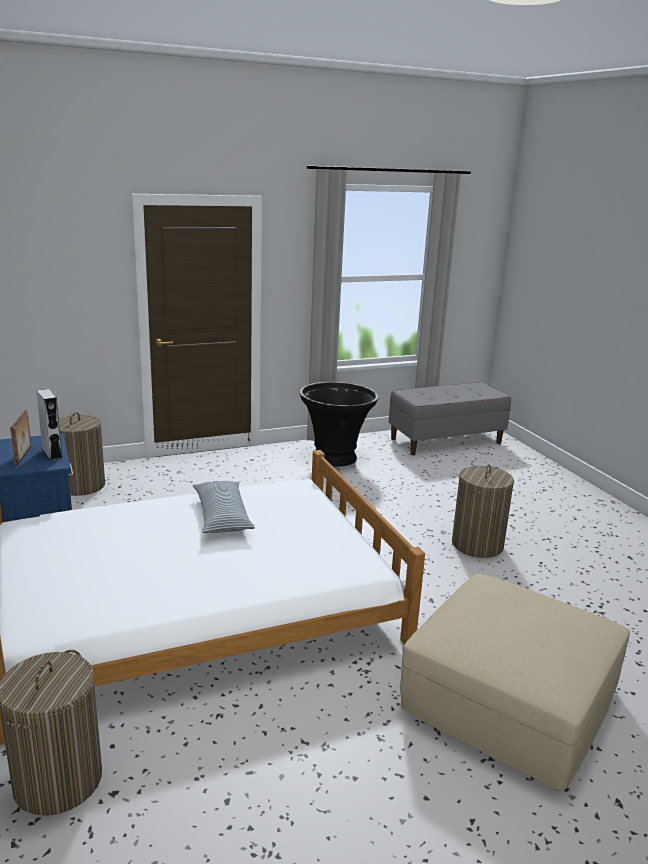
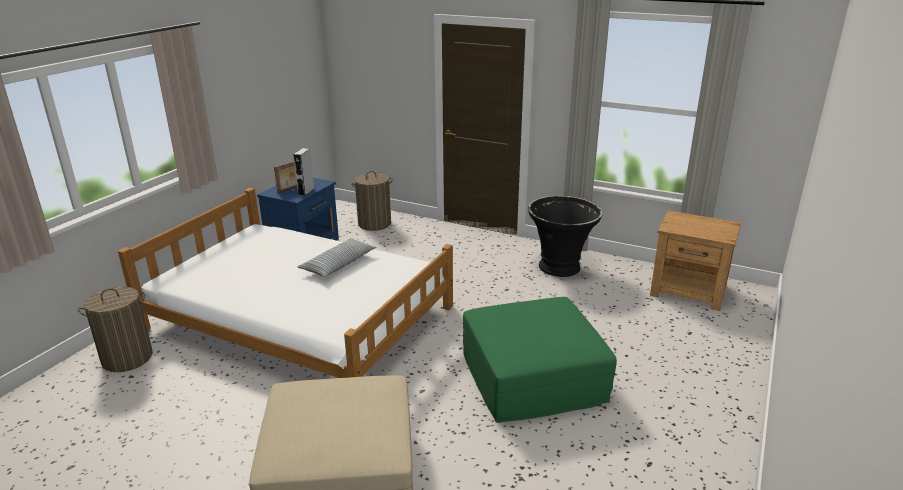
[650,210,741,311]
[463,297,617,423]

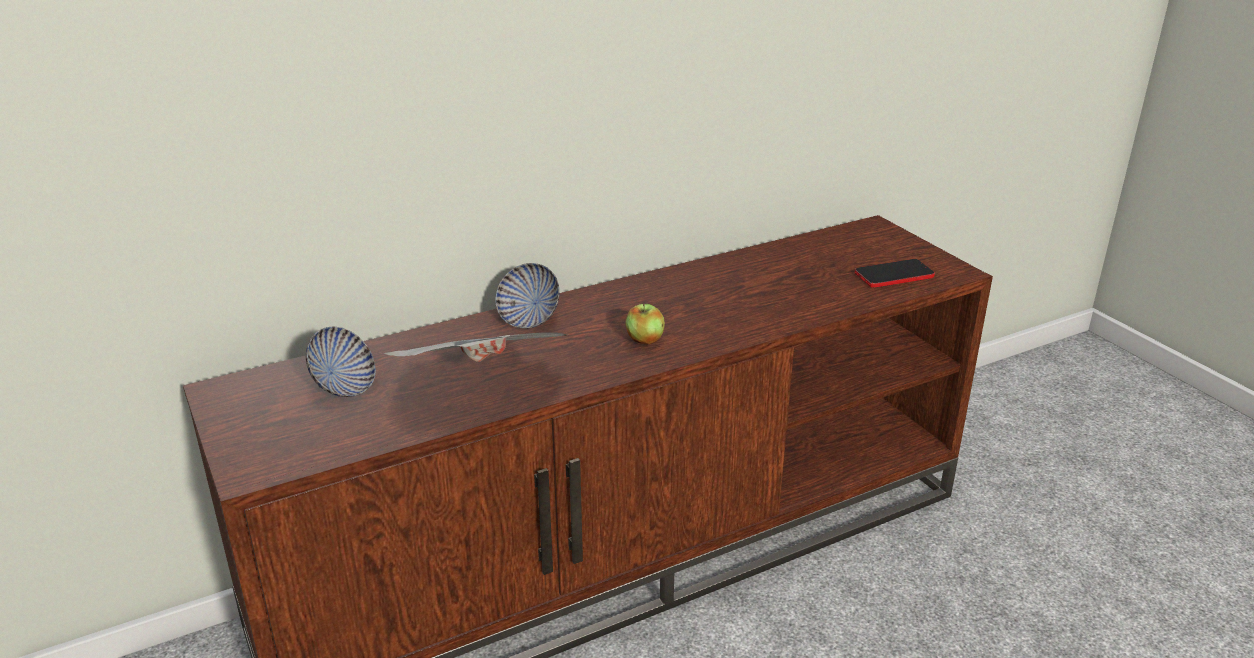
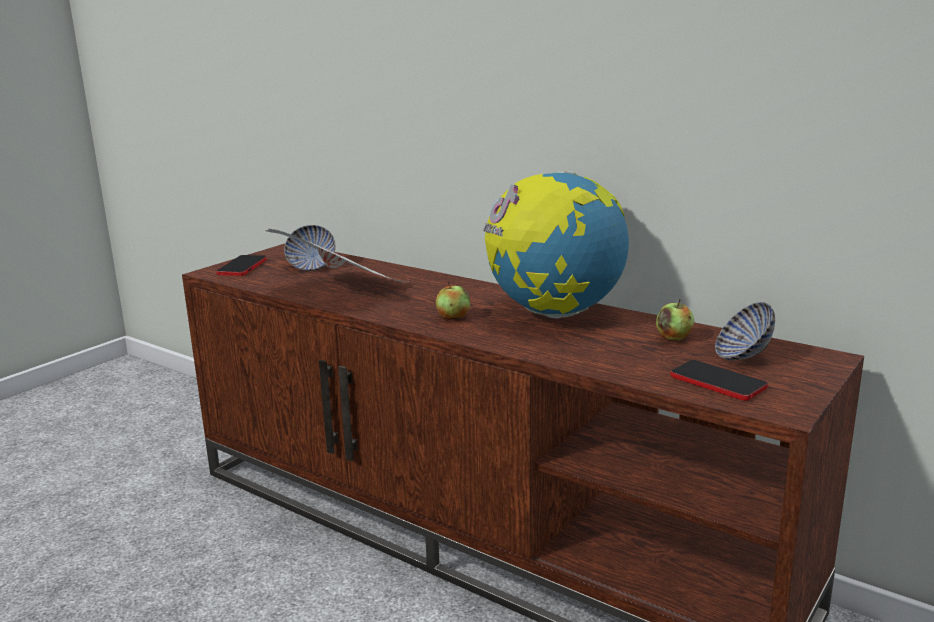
[217,255,266,276]
[483,170,629,319]
[656,299,694,341]
[715,302,775,361]

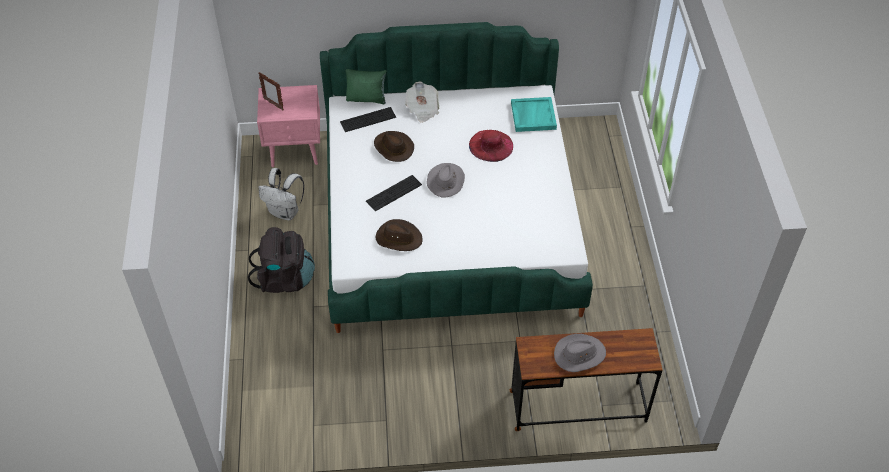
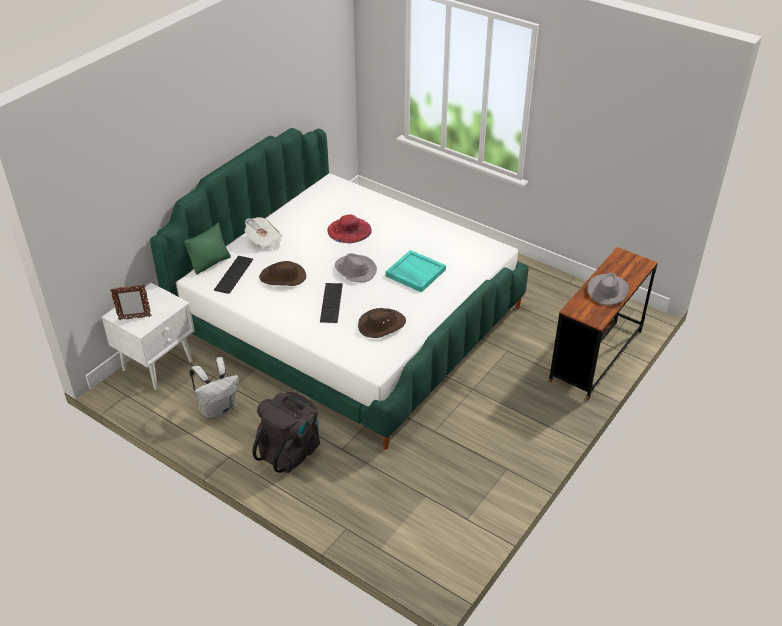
[385,250,446,293]
[102,283,195,390]

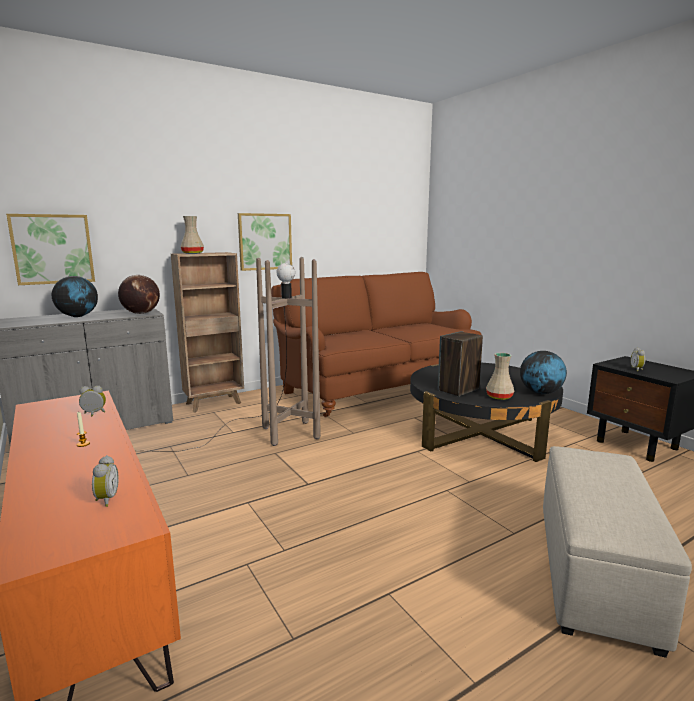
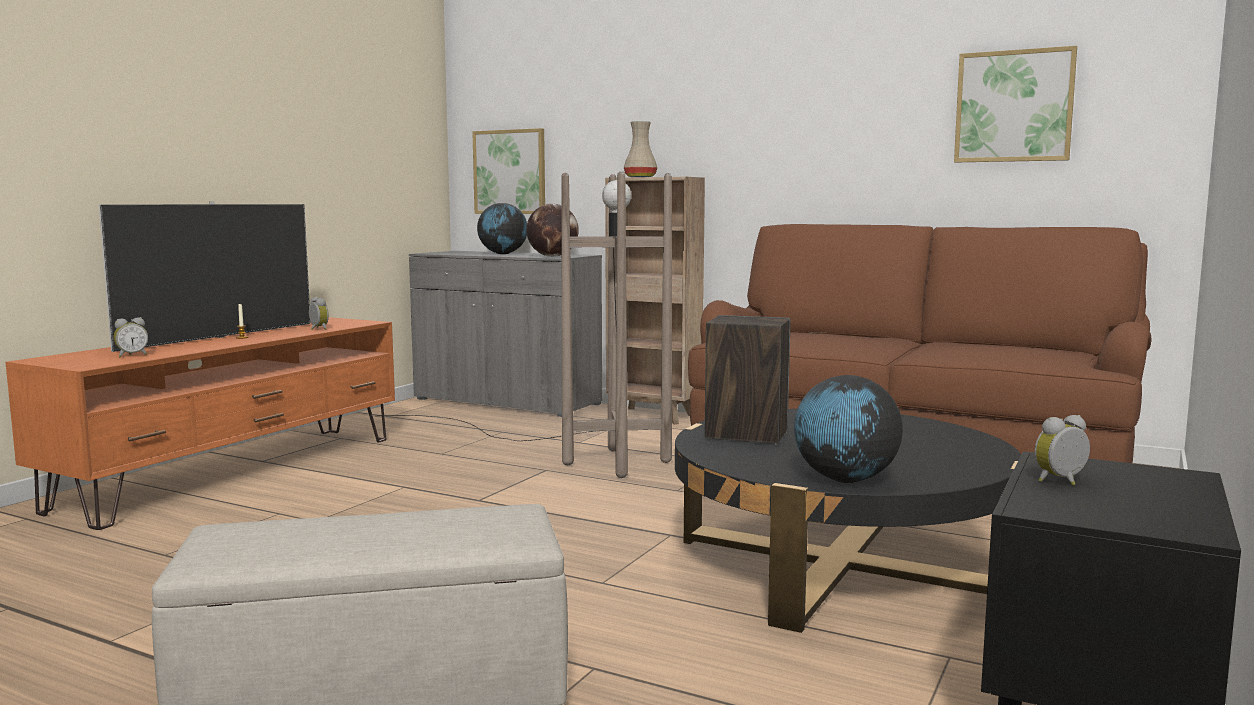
[486,353,514,400] (first image)
[99,201,311,352]
[954,46,1077,163]

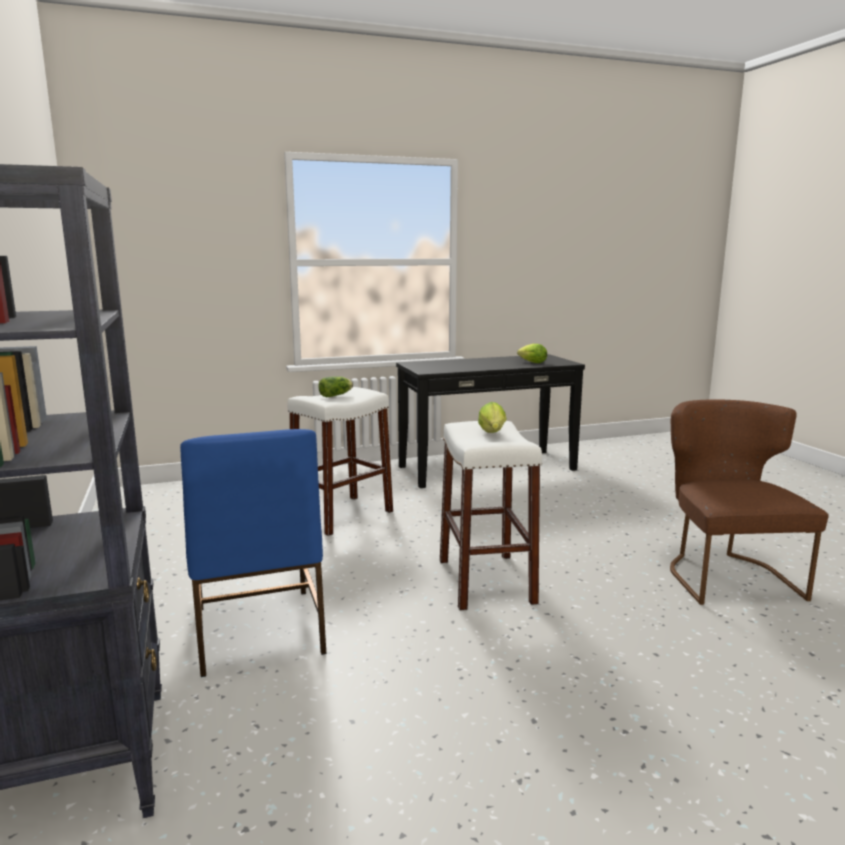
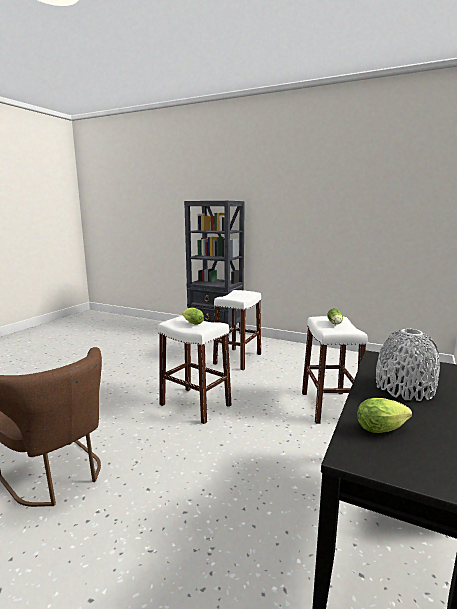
[376,328,440,401]
[213,290,261,370]

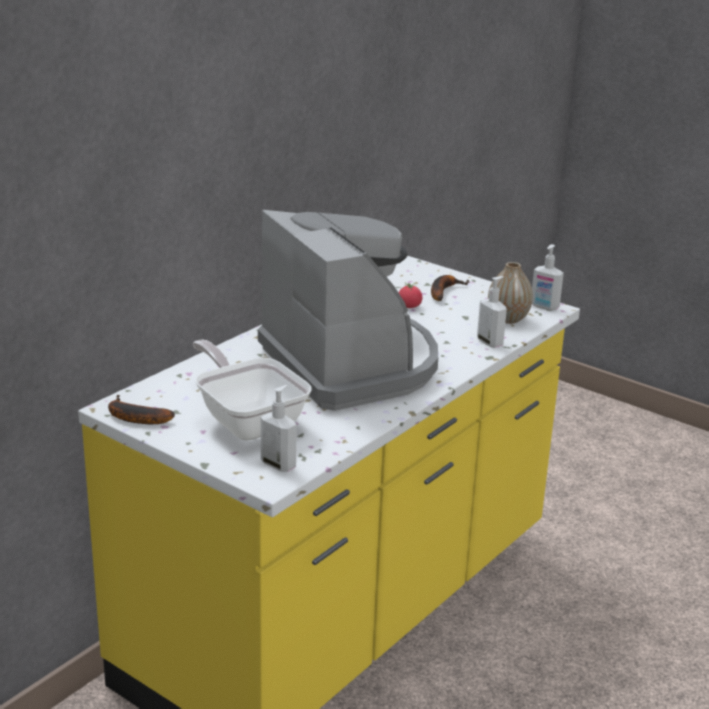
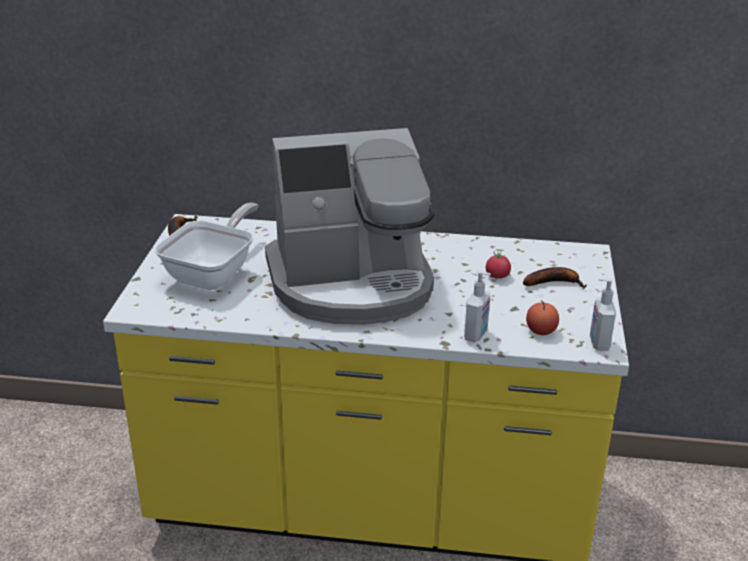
[261,385,297,472] (first image)
[526,300,559,335]
[265,128,434,325]

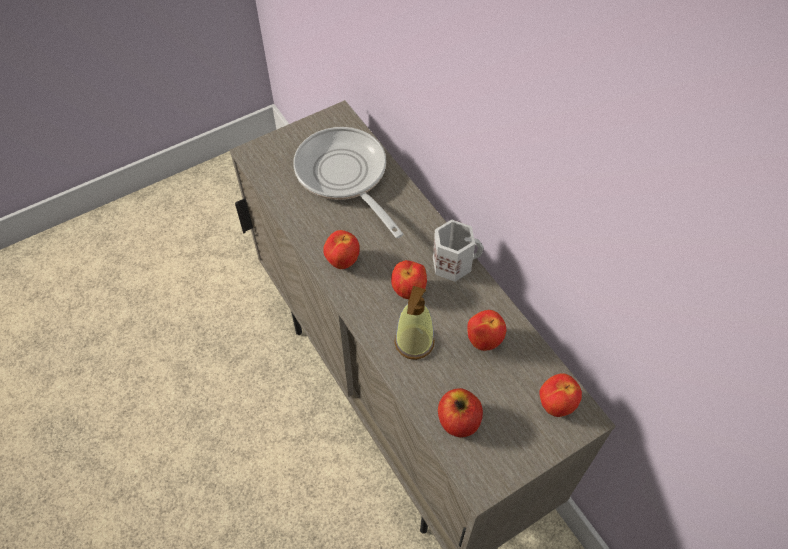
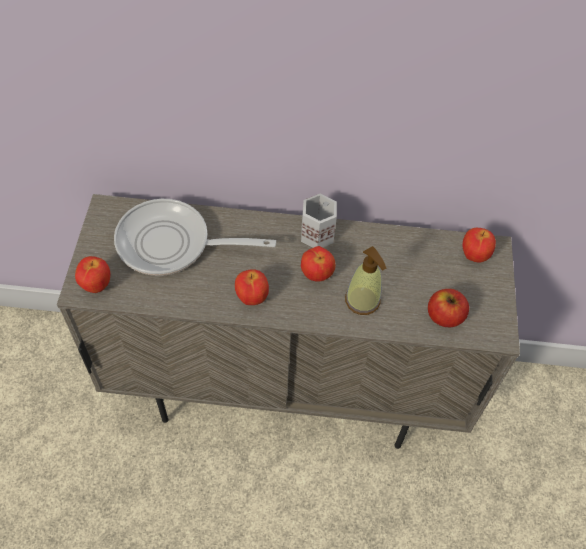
[75,256,110,293]

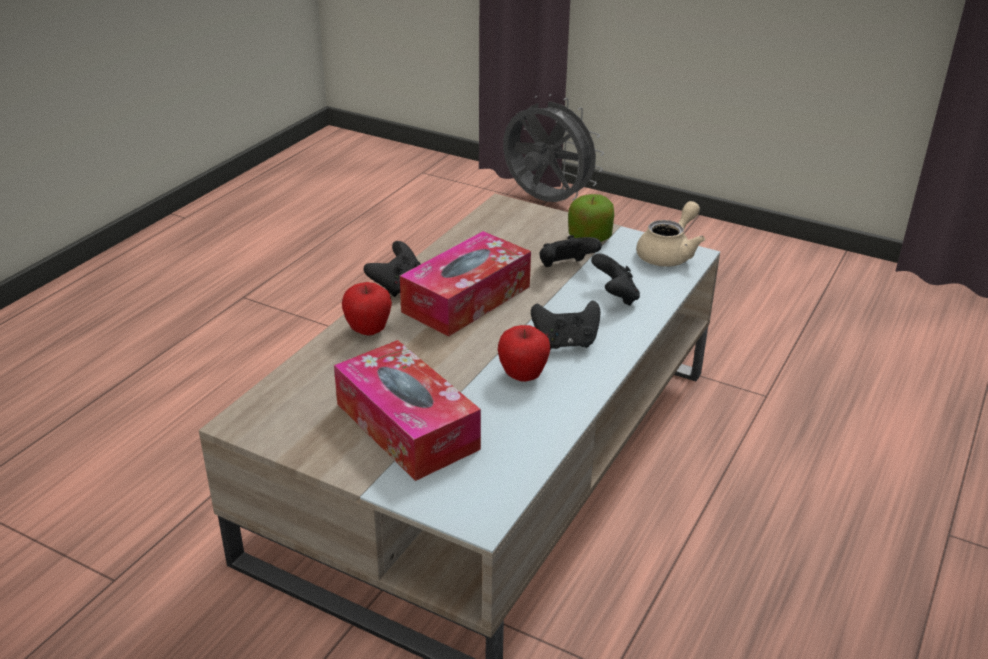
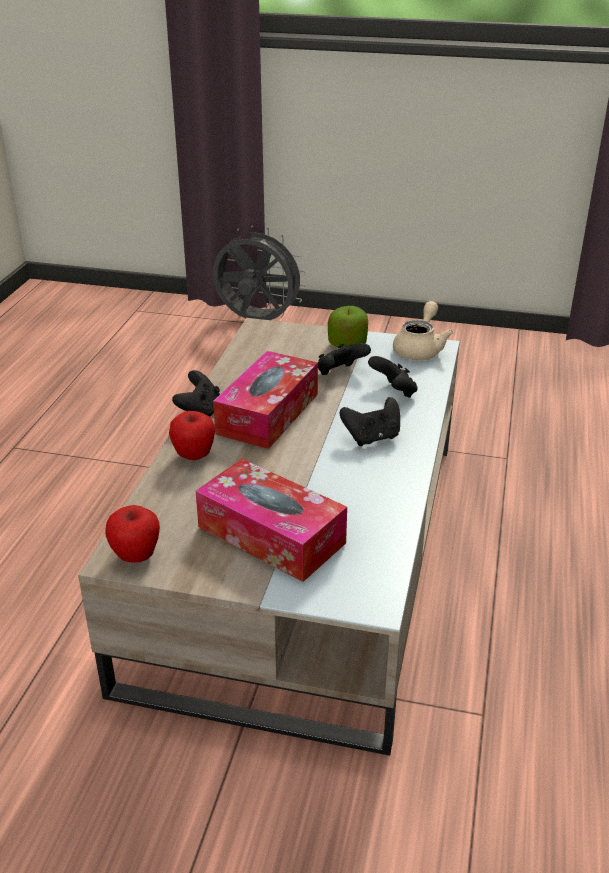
[105,505,160,563]

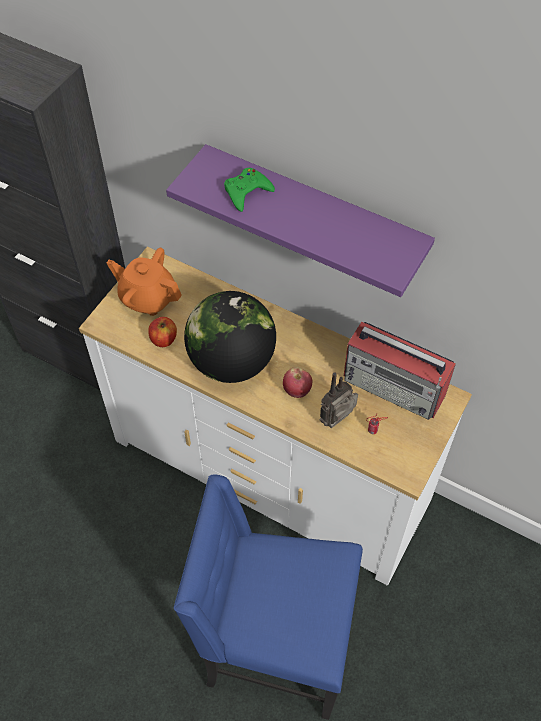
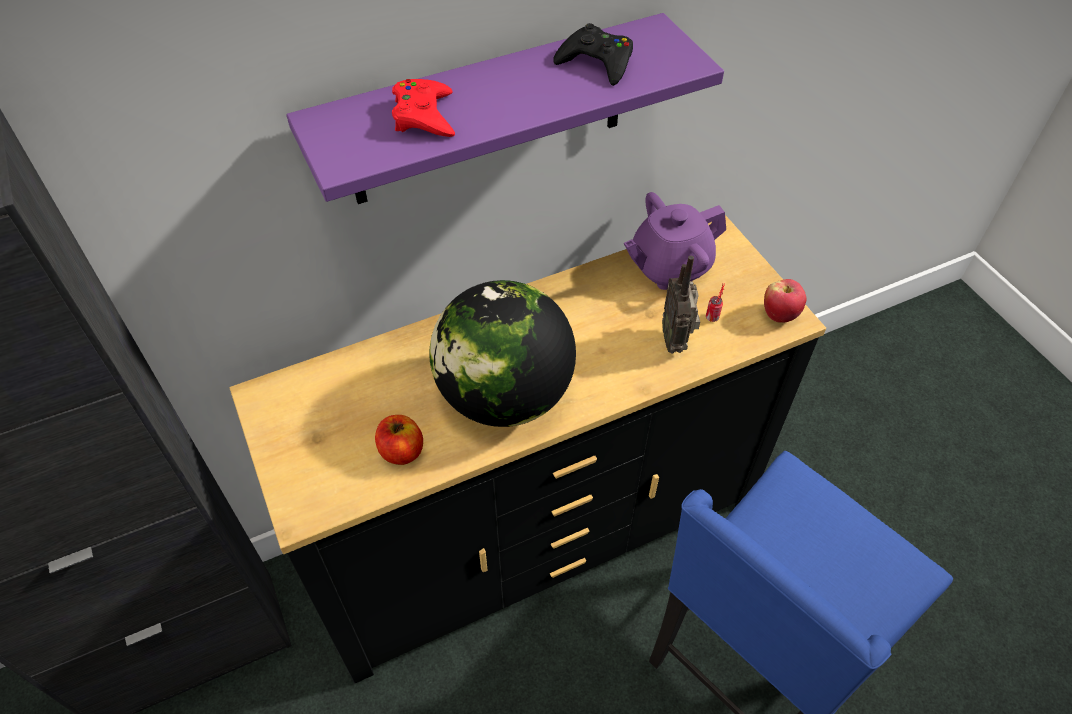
[107,248,182,316] (first image)
[554,23,633,86]
[764,279,806,323]
[624,192,726,290]
[230,215,826,683]
[392,79,455,137]

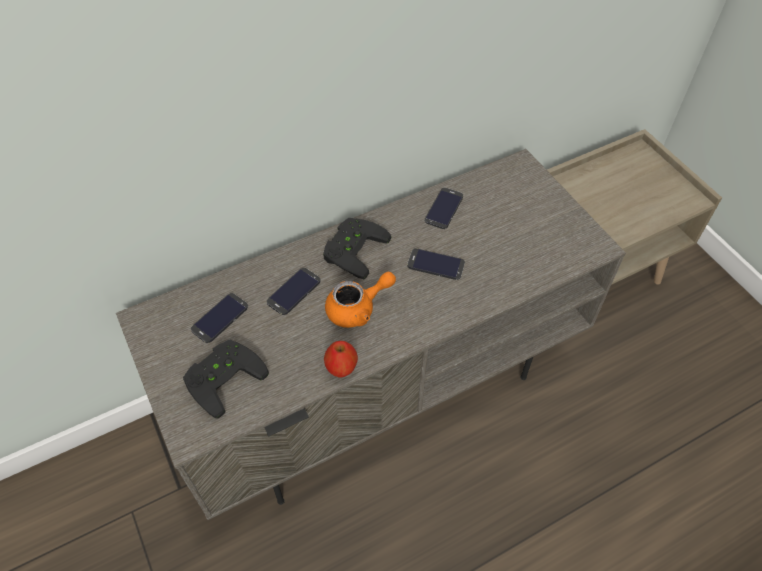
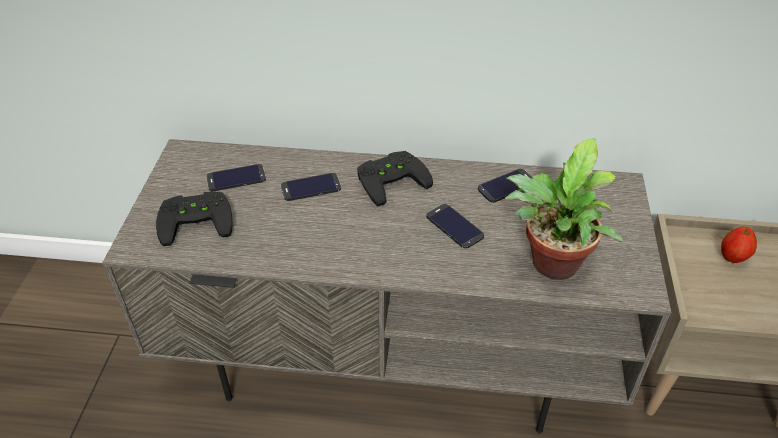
[325,272,396,328] (first image)
[505,138,623,280]
[721,227,757,263]

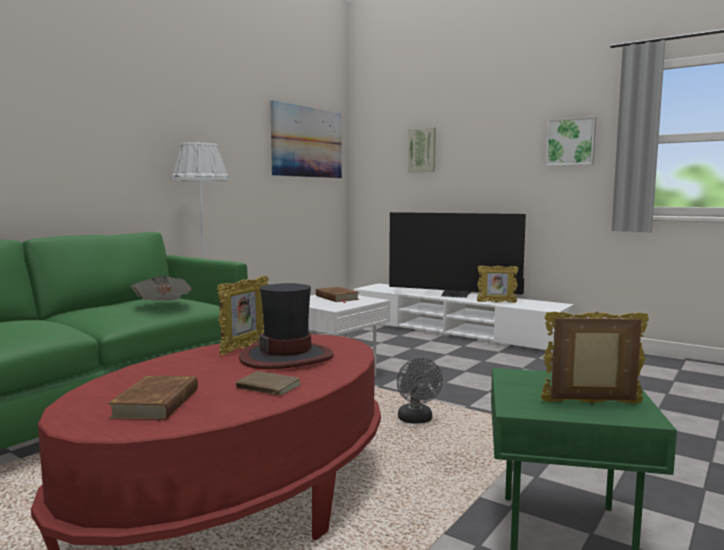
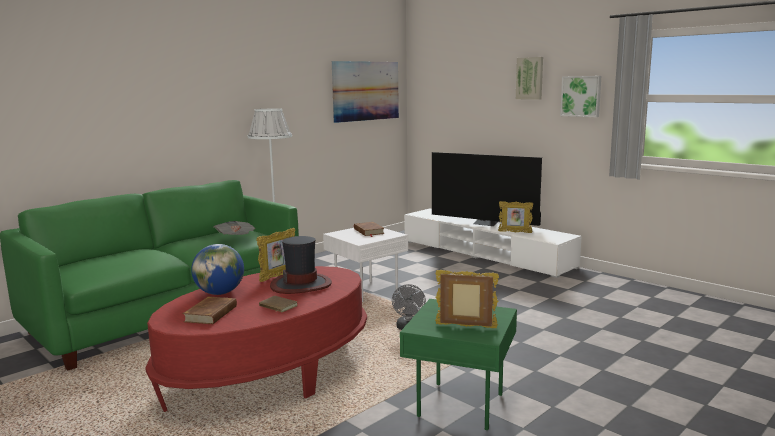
[191,244,244,295]
[516,57,543,100]

